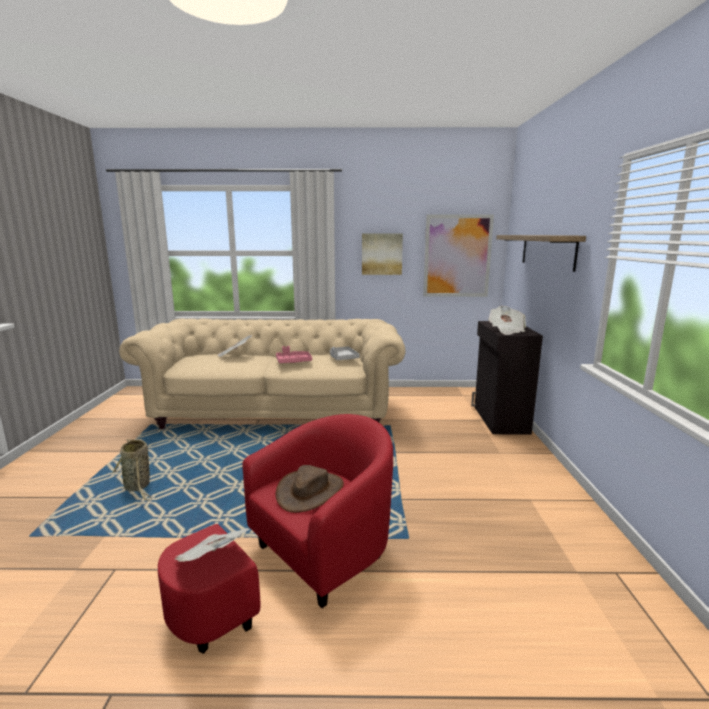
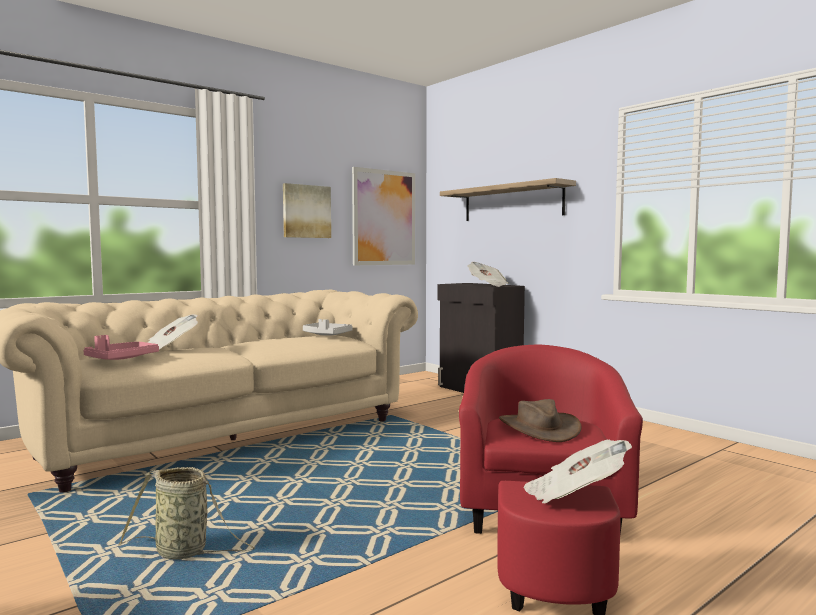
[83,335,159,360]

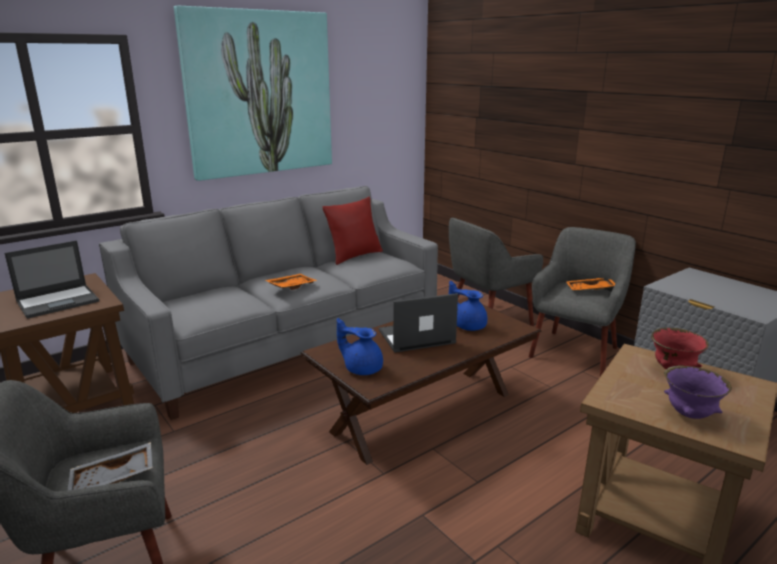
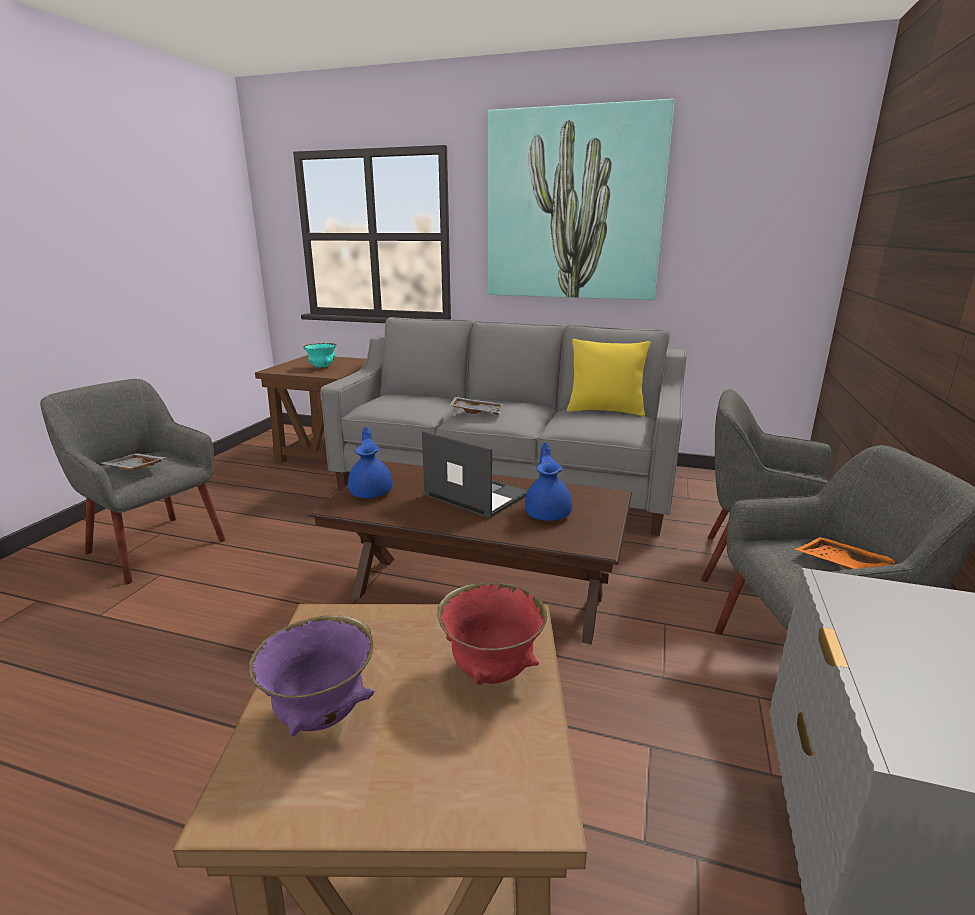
[303,343,336,368]
[450,397,504,415]
[567,339,651,416]

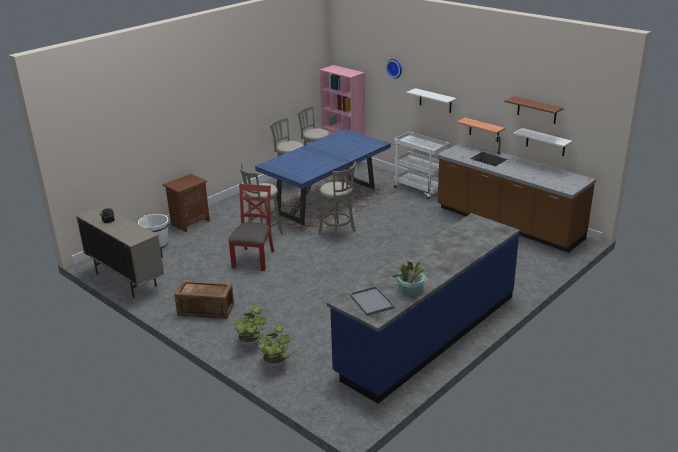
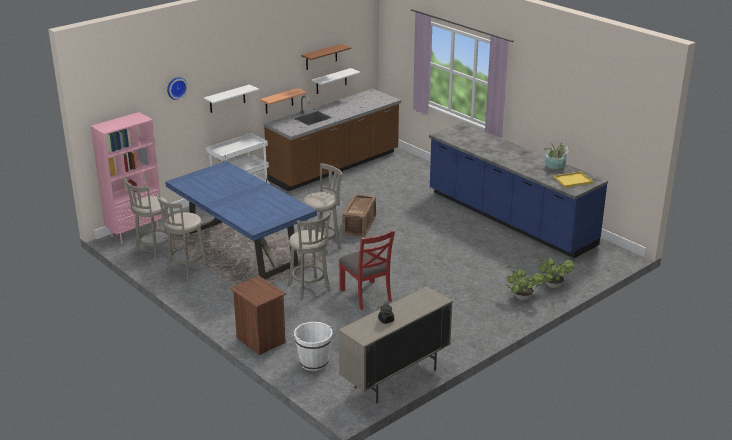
[343,194,376,237]
[553,171,593,188]
[339,229,395,310]

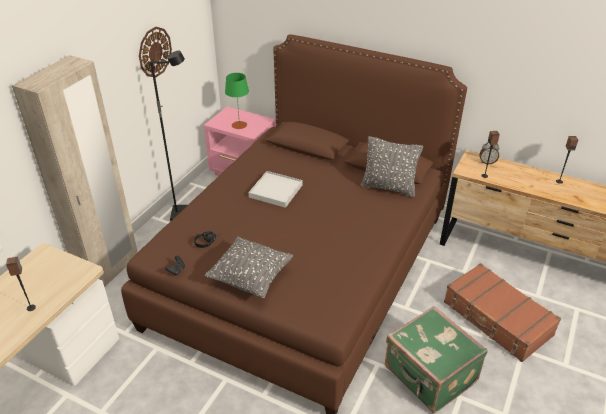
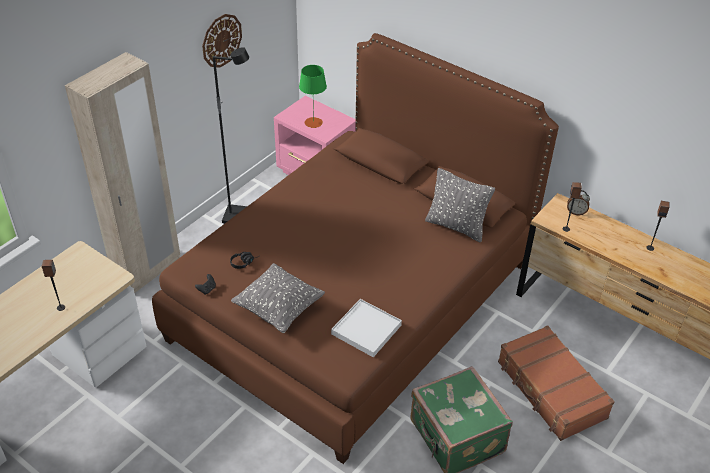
[331,299,402,357]

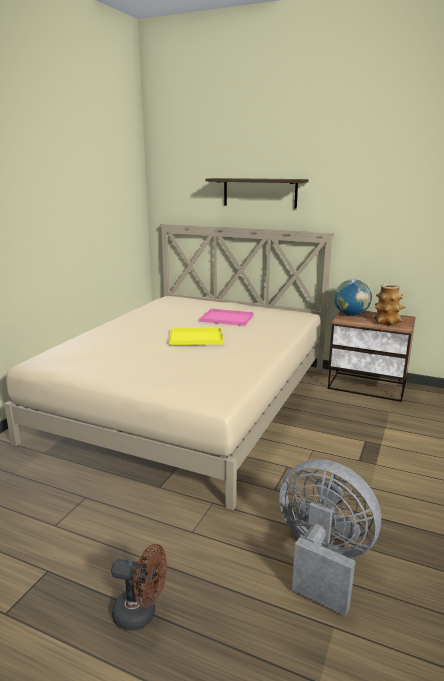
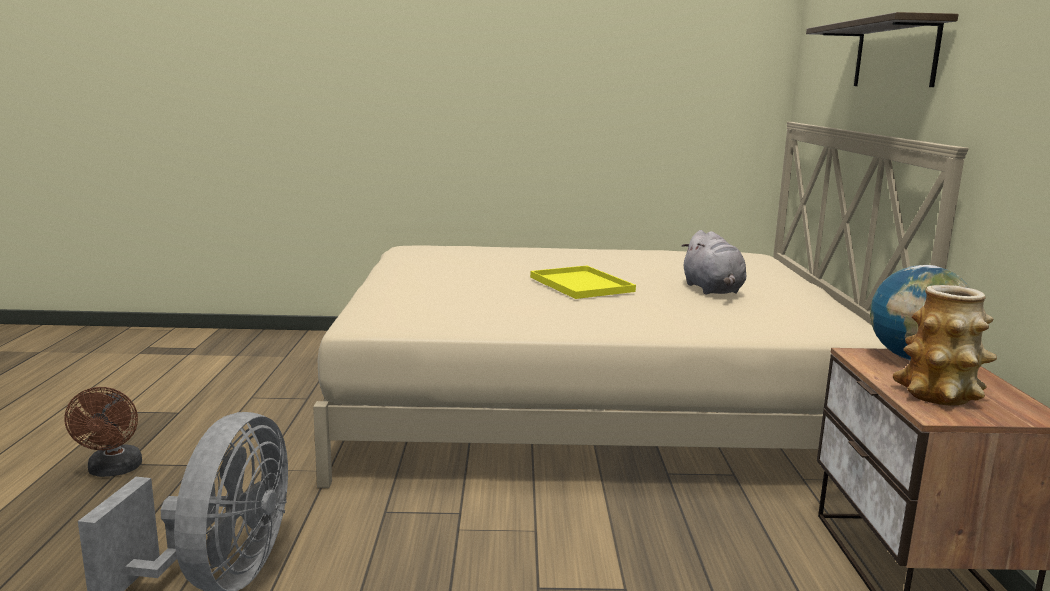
[682,230,746,294]

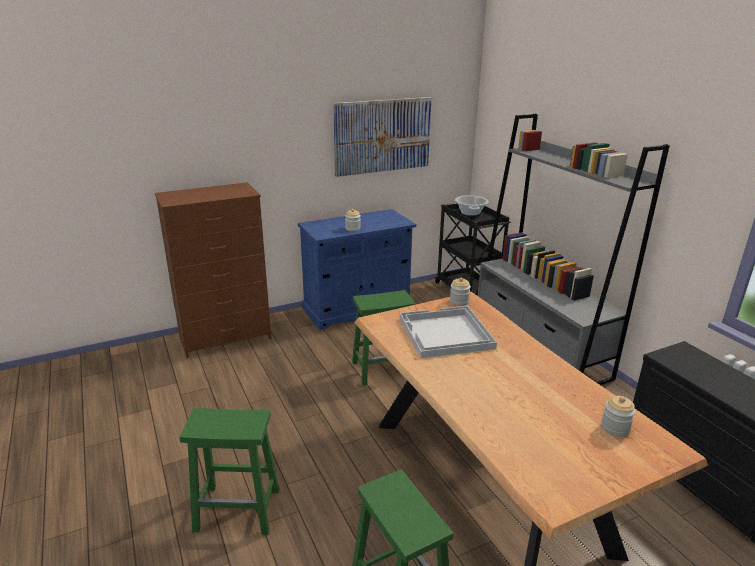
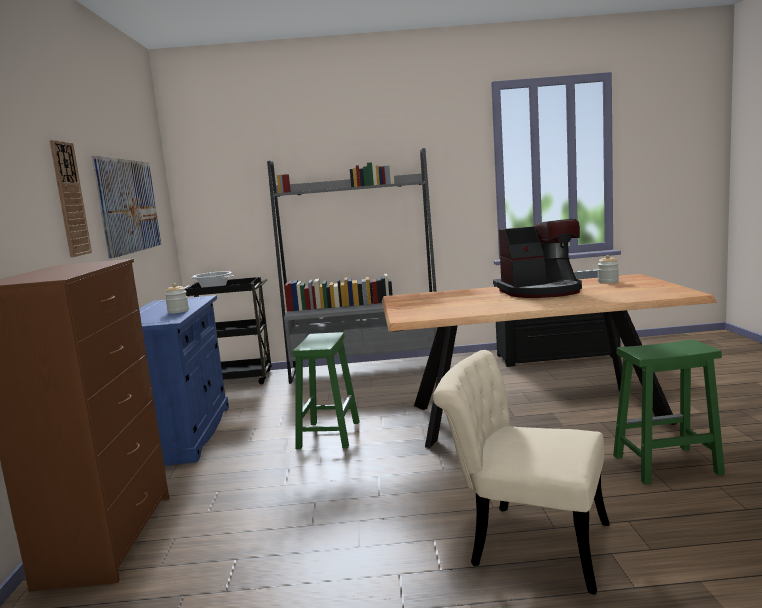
[400,306,497,358] (first image)
[450,278,471,306] (first image)
[50,140,92,257]
[497,219,582,298]
[433,350,610,595]

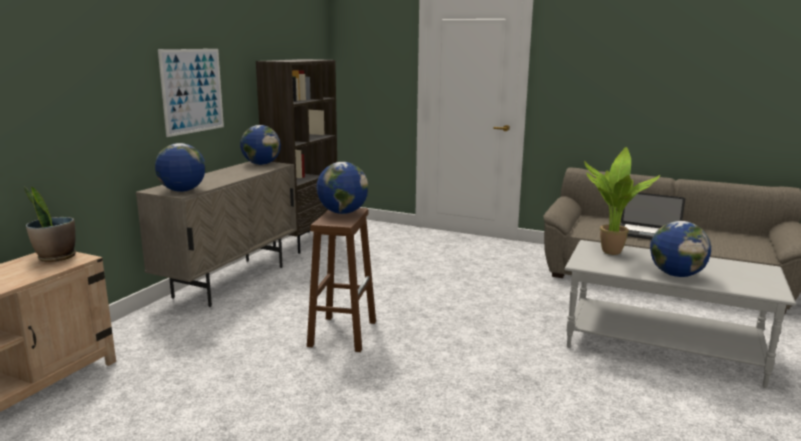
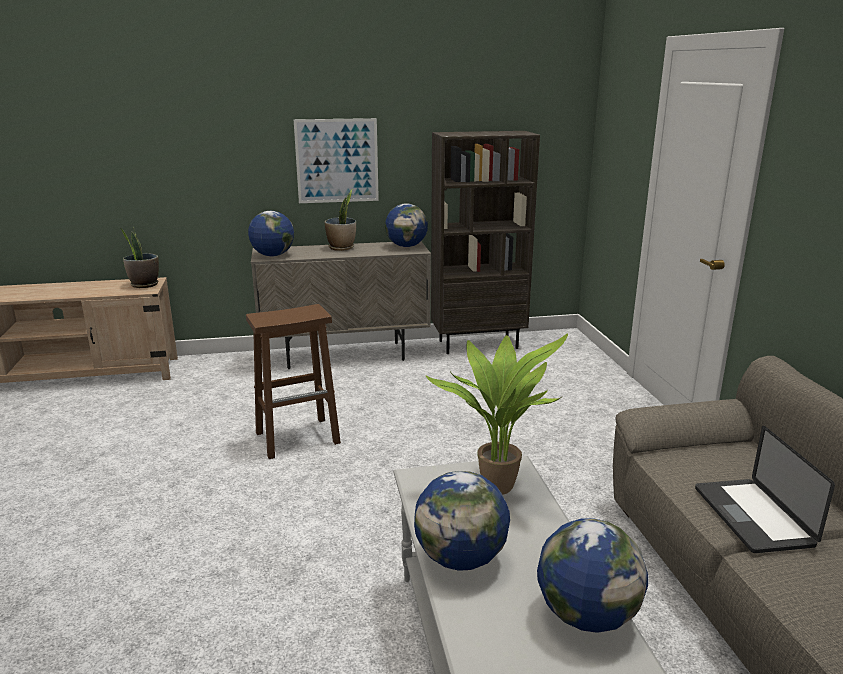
[325,189,356,251]
[537,518,648,633]

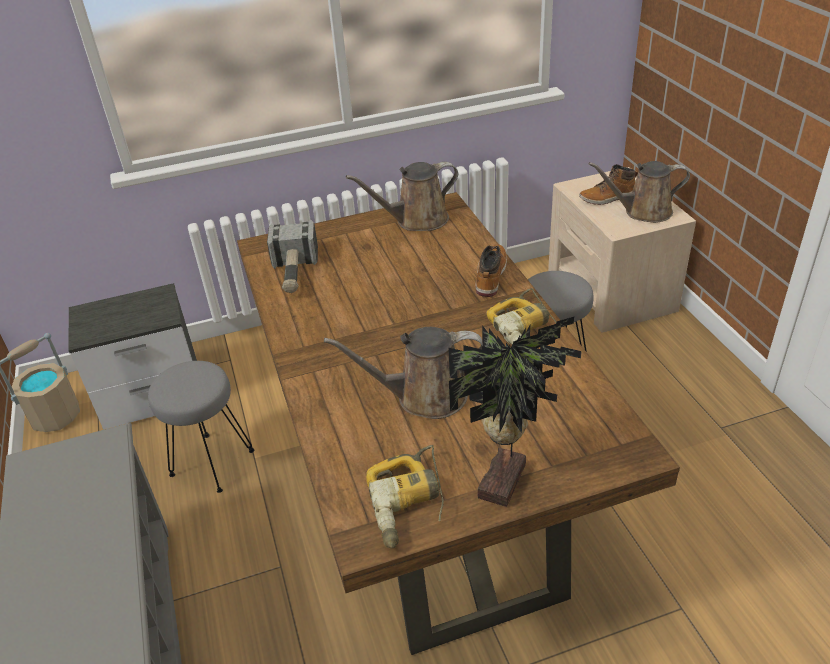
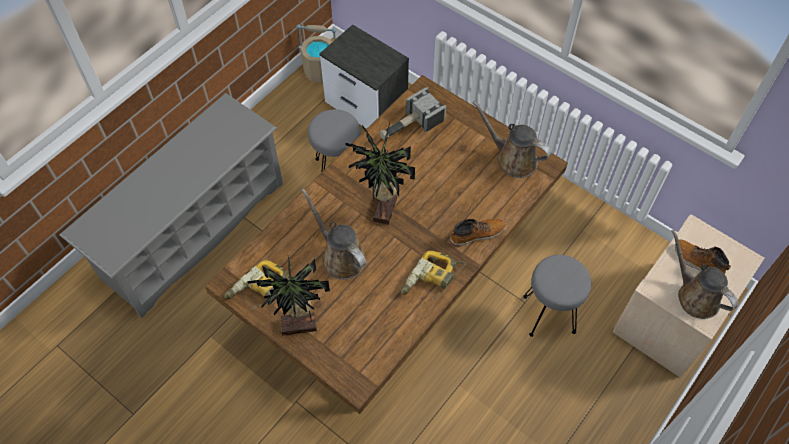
[345,123,415,225]

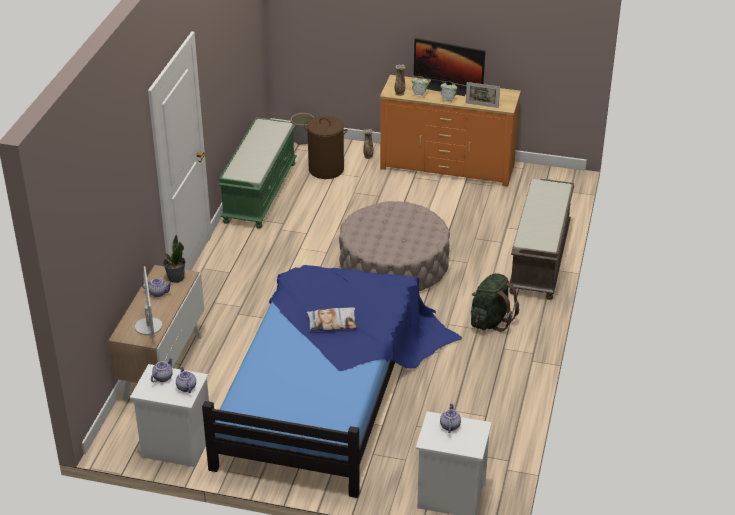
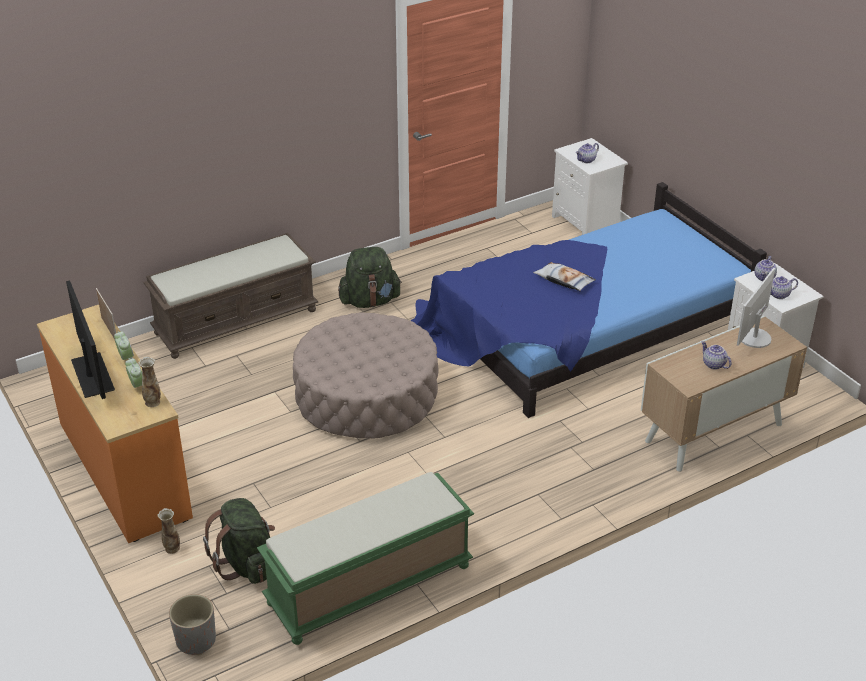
[163,235,185,283] (first image)
[203,498,275,584]

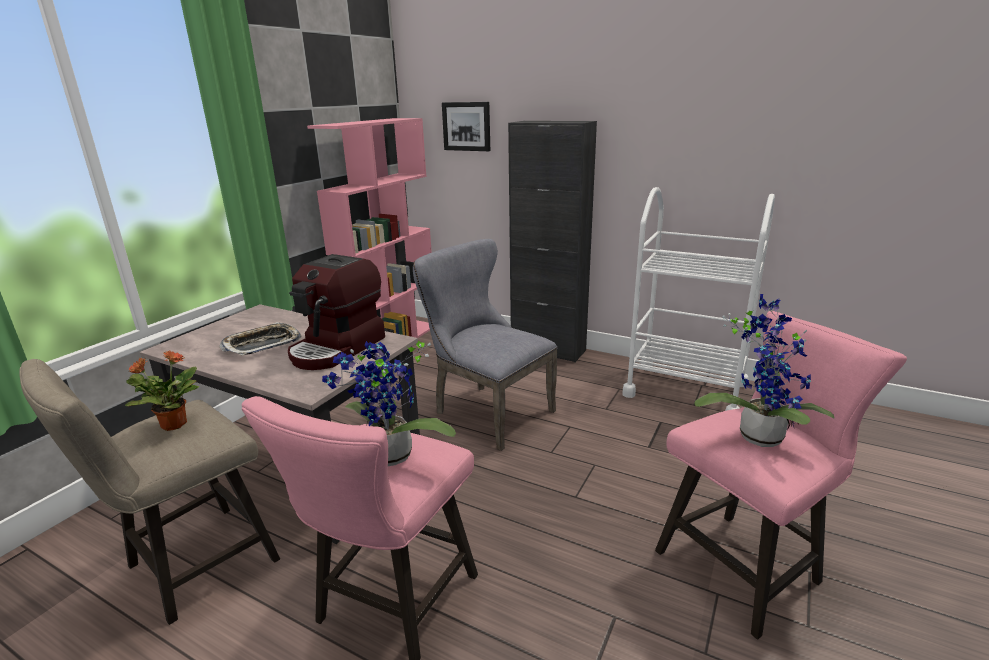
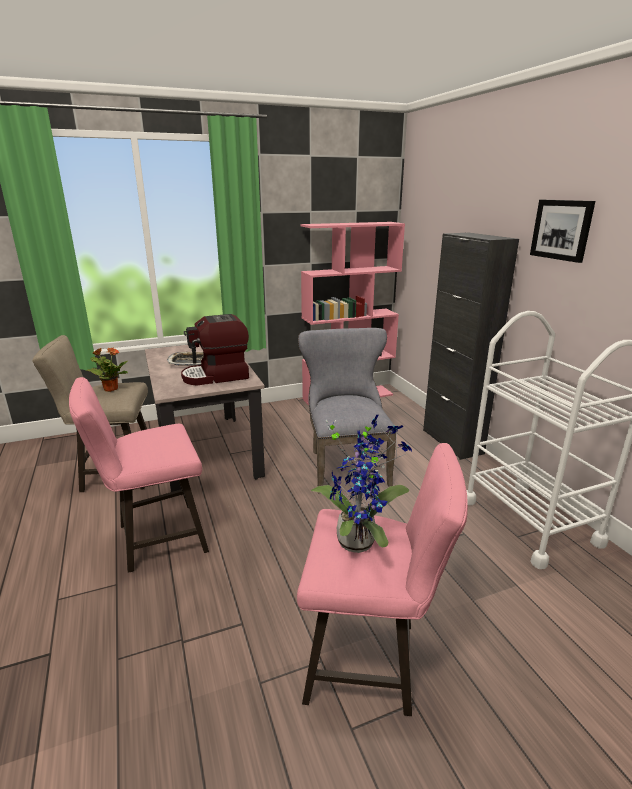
[322,341,456,466] (first image)
[530,200,595,263]

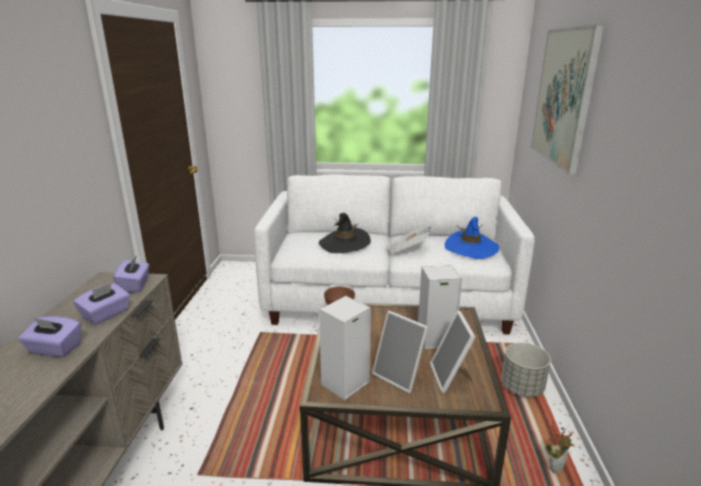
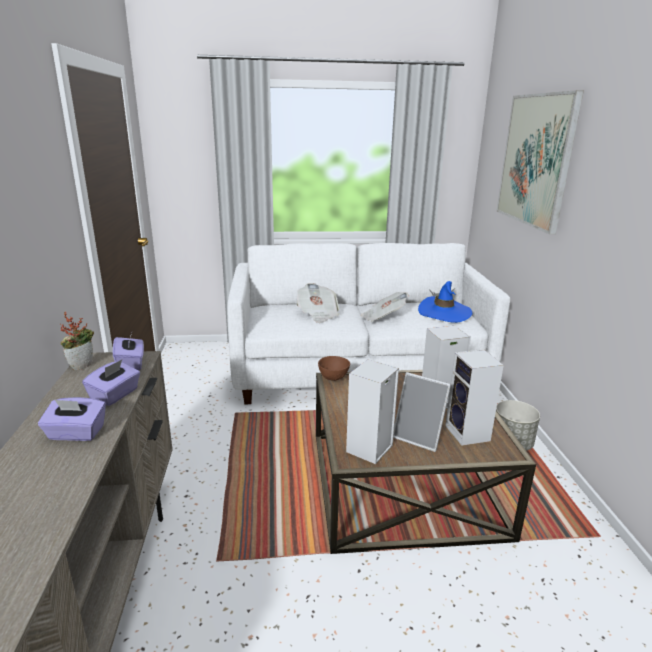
[60,312,94,370]
[296,283,339,323]
[445,350,504,446]

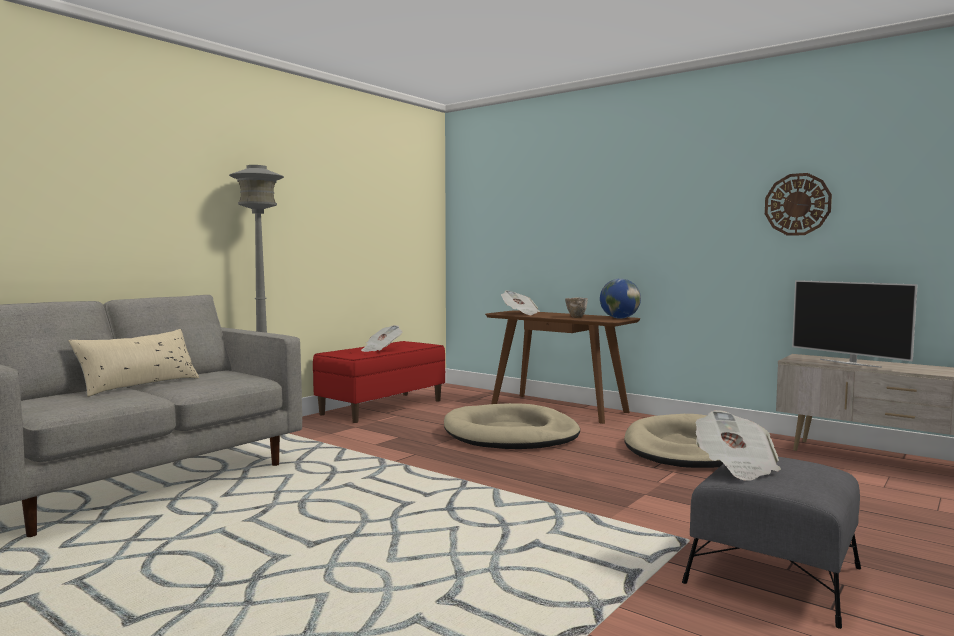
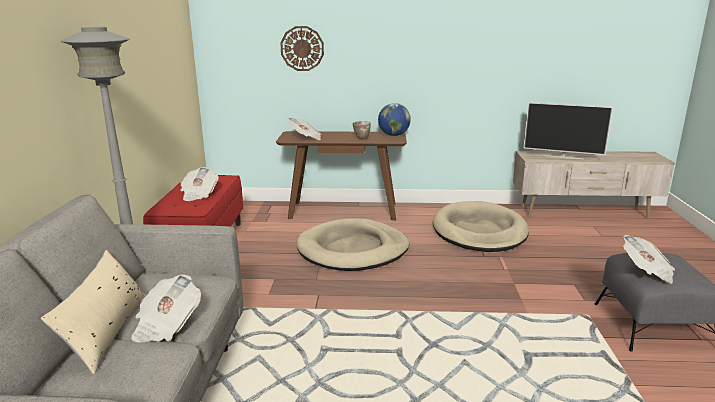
[131,275,201,343]
[280,26,324,71]

